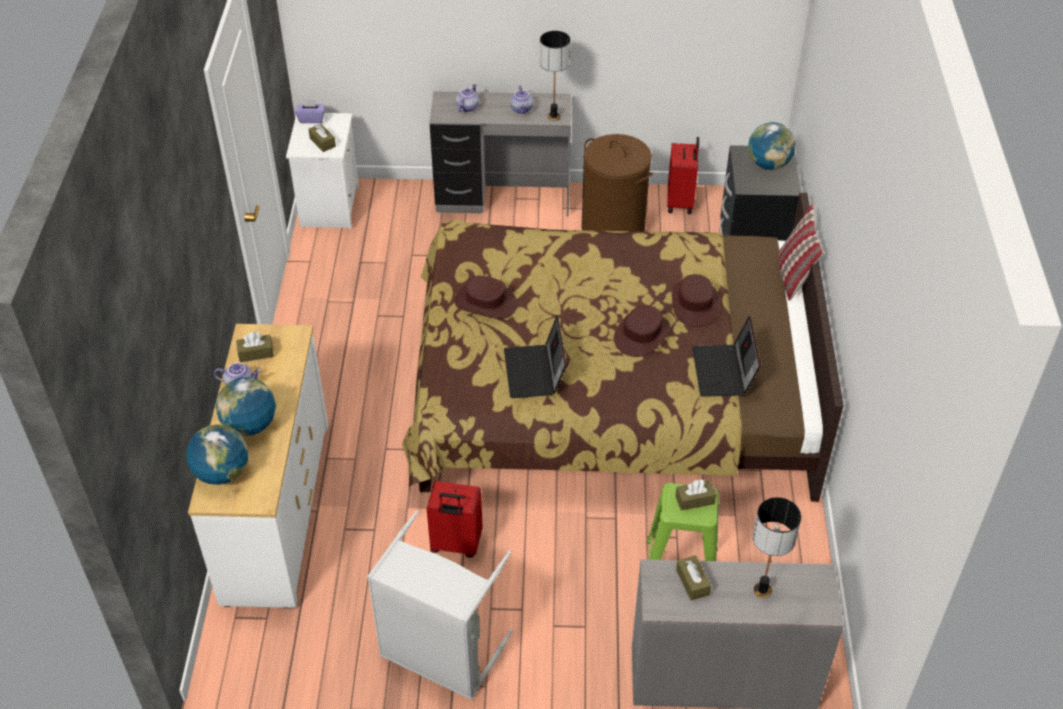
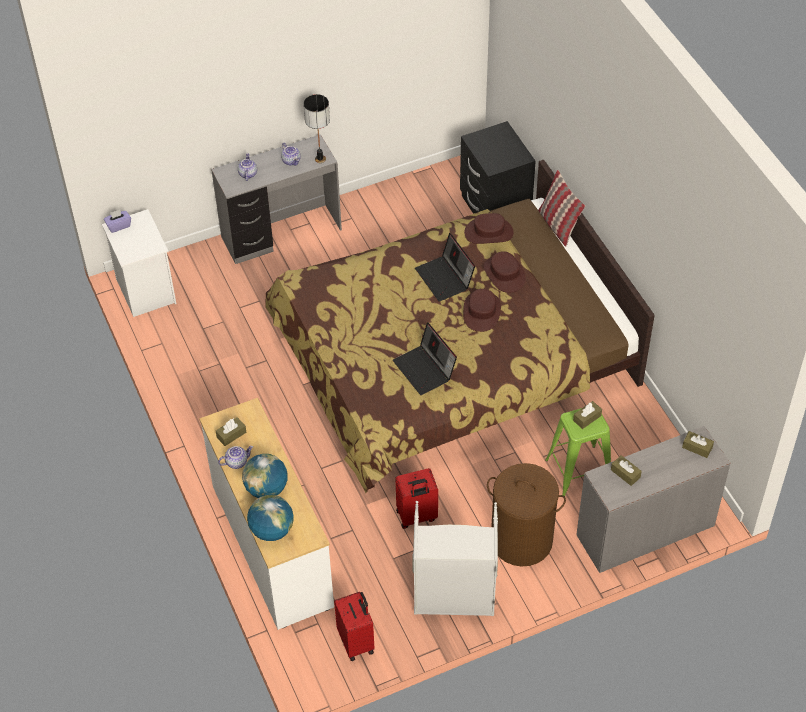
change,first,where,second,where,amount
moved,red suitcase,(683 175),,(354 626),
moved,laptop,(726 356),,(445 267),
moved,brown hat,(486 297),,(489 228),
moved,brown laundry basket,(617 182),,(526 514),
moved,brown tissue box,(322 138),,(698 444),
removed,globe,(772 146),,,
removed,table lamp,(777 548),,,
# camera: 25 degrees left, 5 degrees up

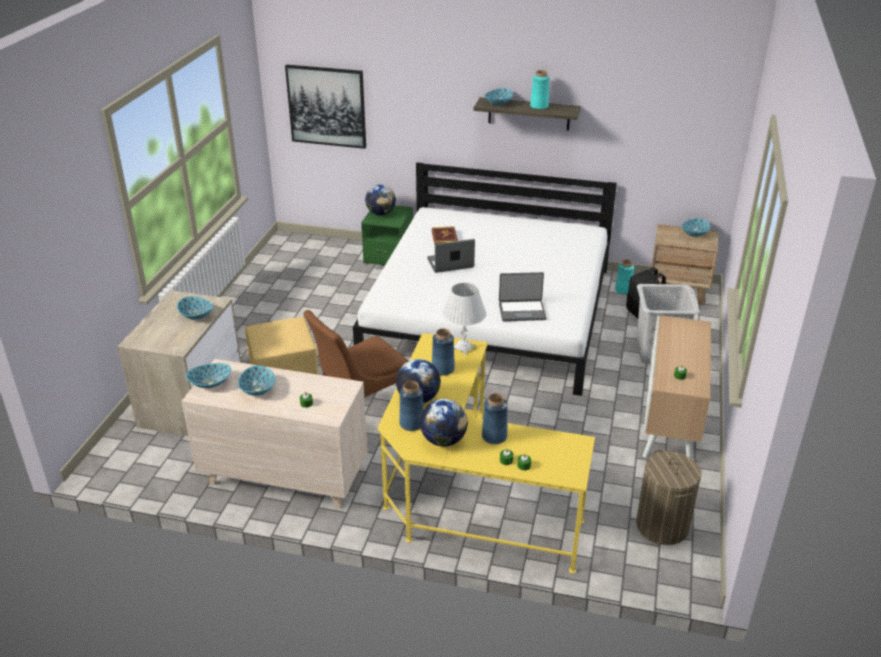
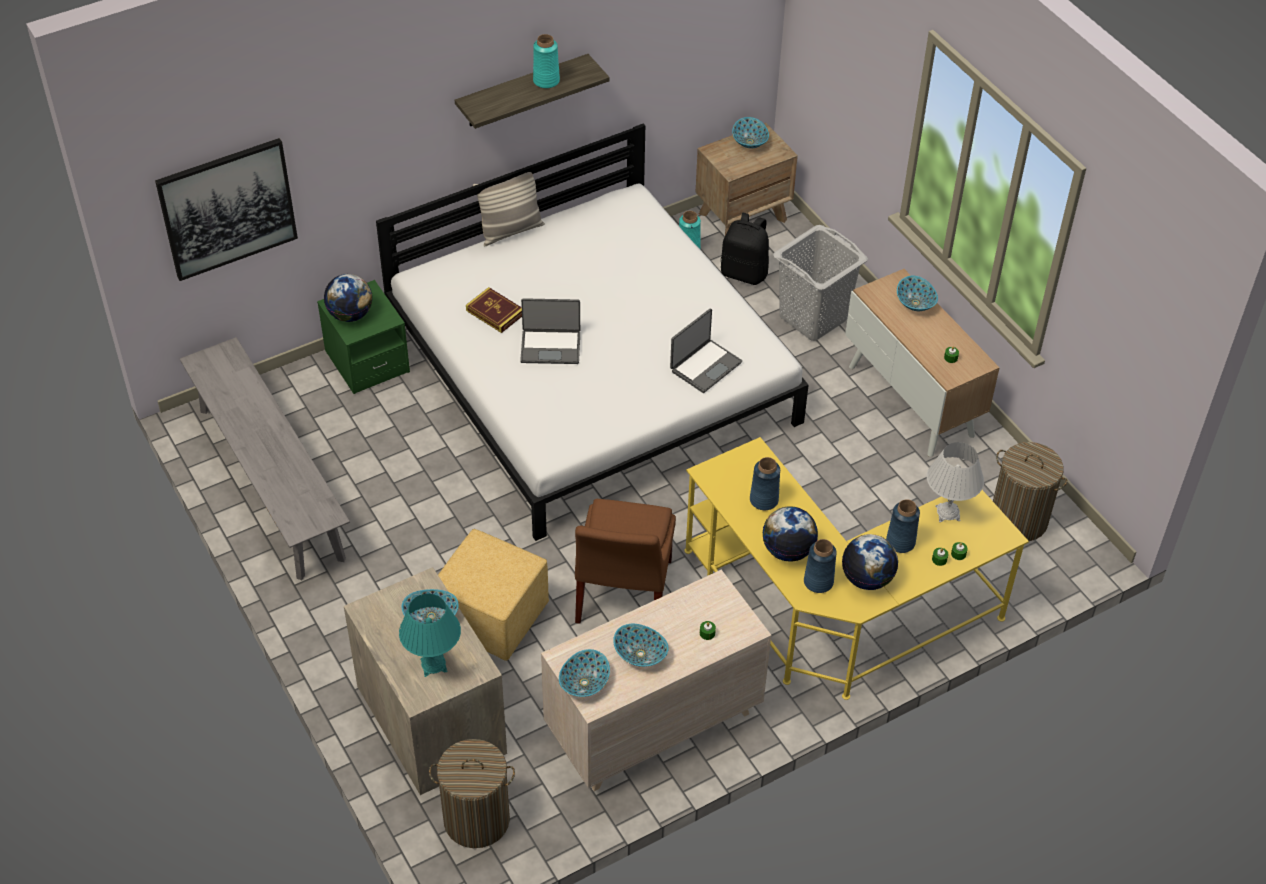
change,first,where,second,where,amount
added,,,grey bench,(265 458),
added,,,turquoise table lamp,(430 635),
added,,,laundry basket,(472 793),
added,,,pillow,(509 209),
turned,laptop,(451 256),,(550 331),120 degrees counterclockwise
moved,bowl,(498 97),,(917 293),
moved,white table lamp,(464 319),,(955 482),
# camera: 45 degrees left, 15 degrees up

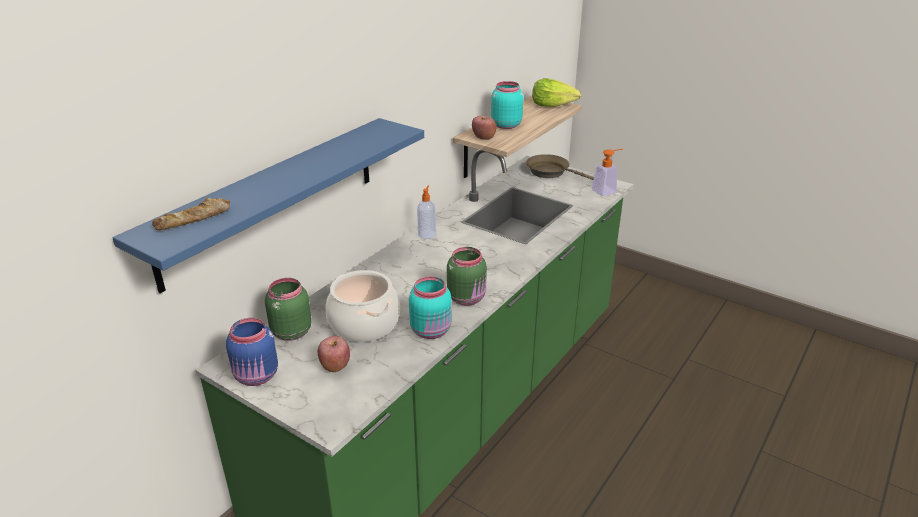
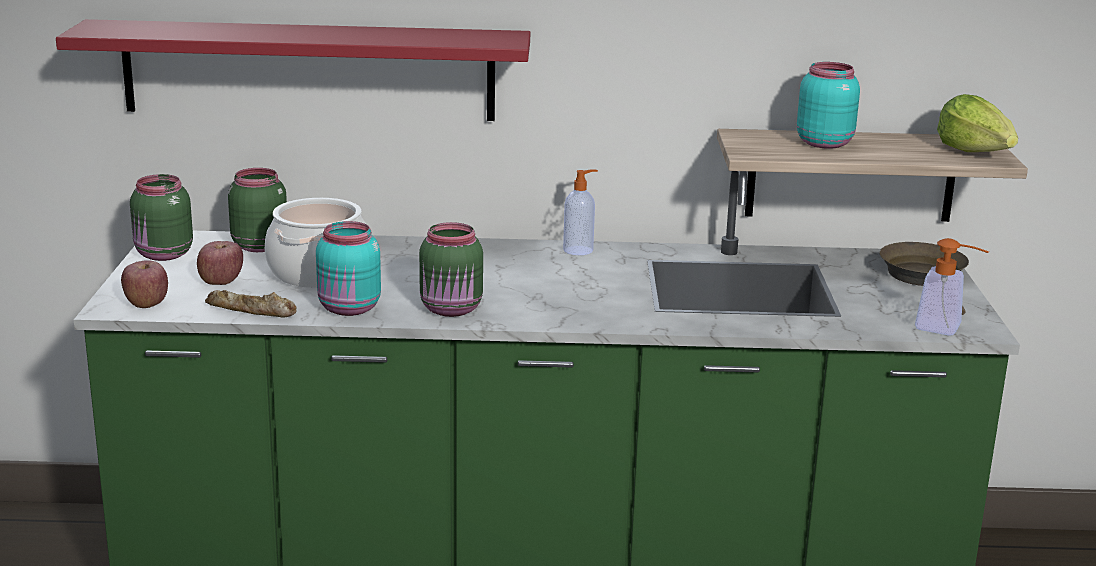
change,first,where,second,where,amount
recoloured,blue shelf,(268 205),red shelf,(293 70),
moved,apple,(484 128),,(144 284),
recoloured,blue jar,(252 352),green jar,(161 217),
moved,bread,(191 214),,(251 303),
# camera: 55 degrees right, 10 degrees down

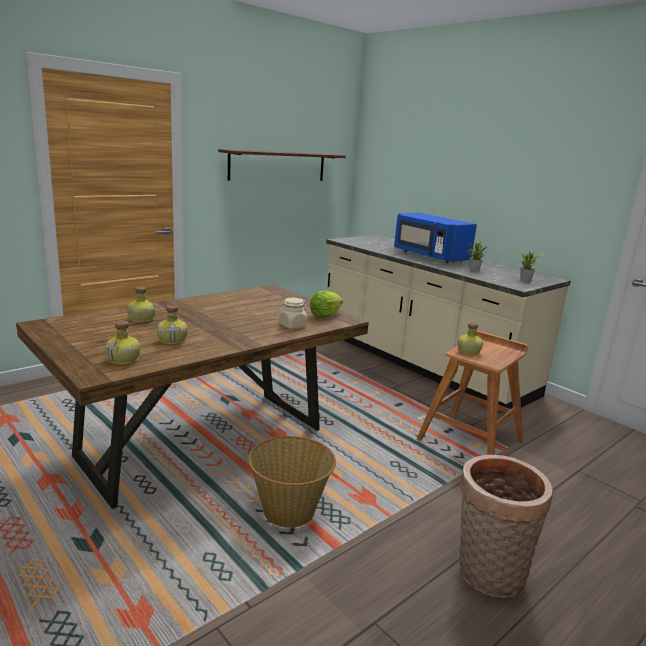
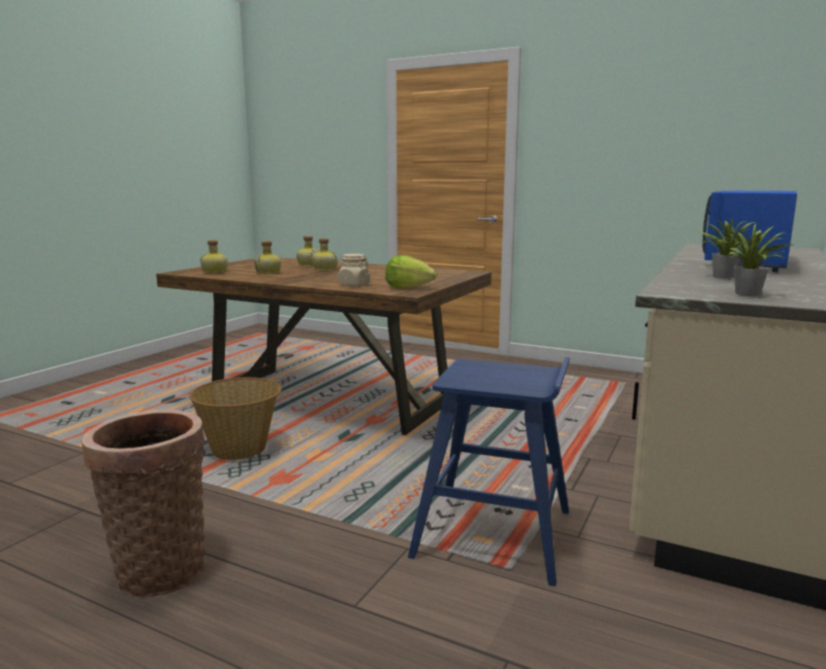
change,first,where,second,where,amount
moved,bottle,(470 338),,(324 254),
recoloured,brown stool,(472 393),blue stool,(489 471),
removed,brown shelf,(282 165),,,
# camera: 70 degrees right, 5 degrees down

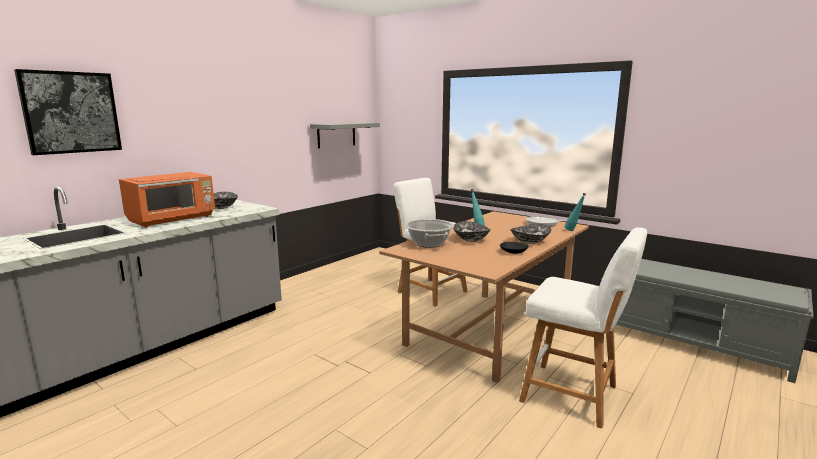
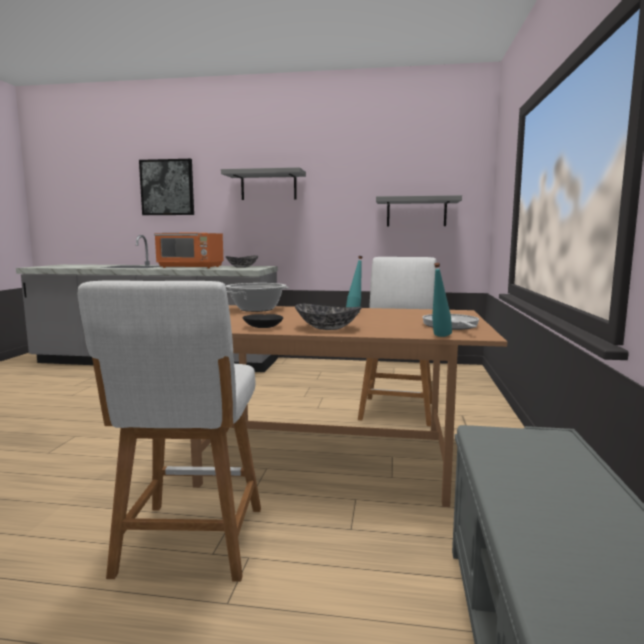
change,first,where,second,where,amount
added,,,grey shelf,(263 183),
removed,bowl,(471 231),,,
# camera: 60 degrees right, 5 degrees down

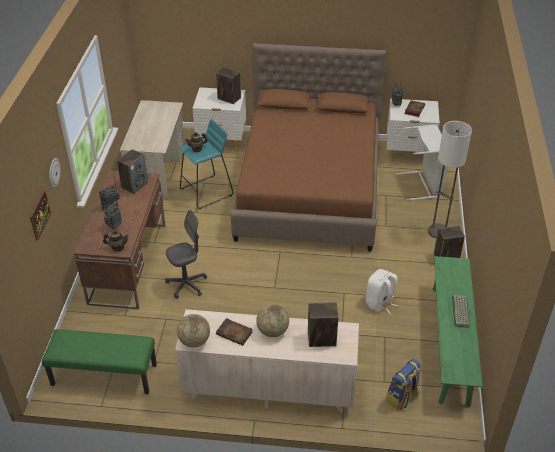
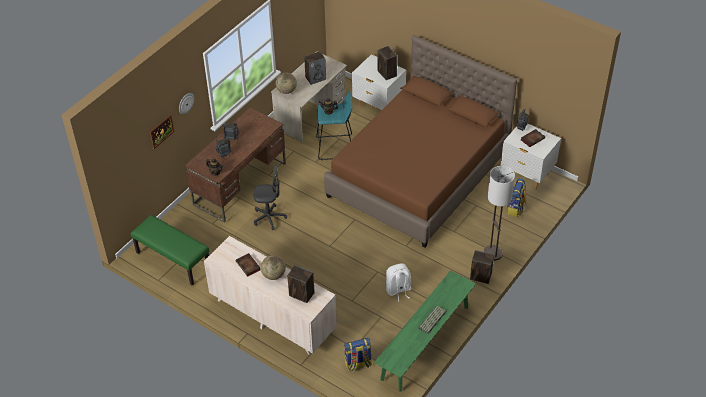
change,first,where,second,where,amount
moved,globe,(193 330),,(286 83),
moved,speaker,(132 171),,(315 68),
replaced,grey laundry basket,(421 162),backpack,(516 197),
# camera: 30 degrees right, 5 degrees up

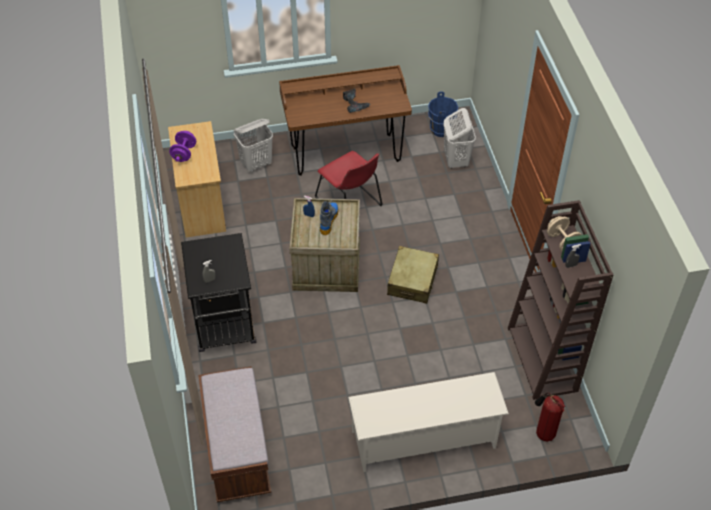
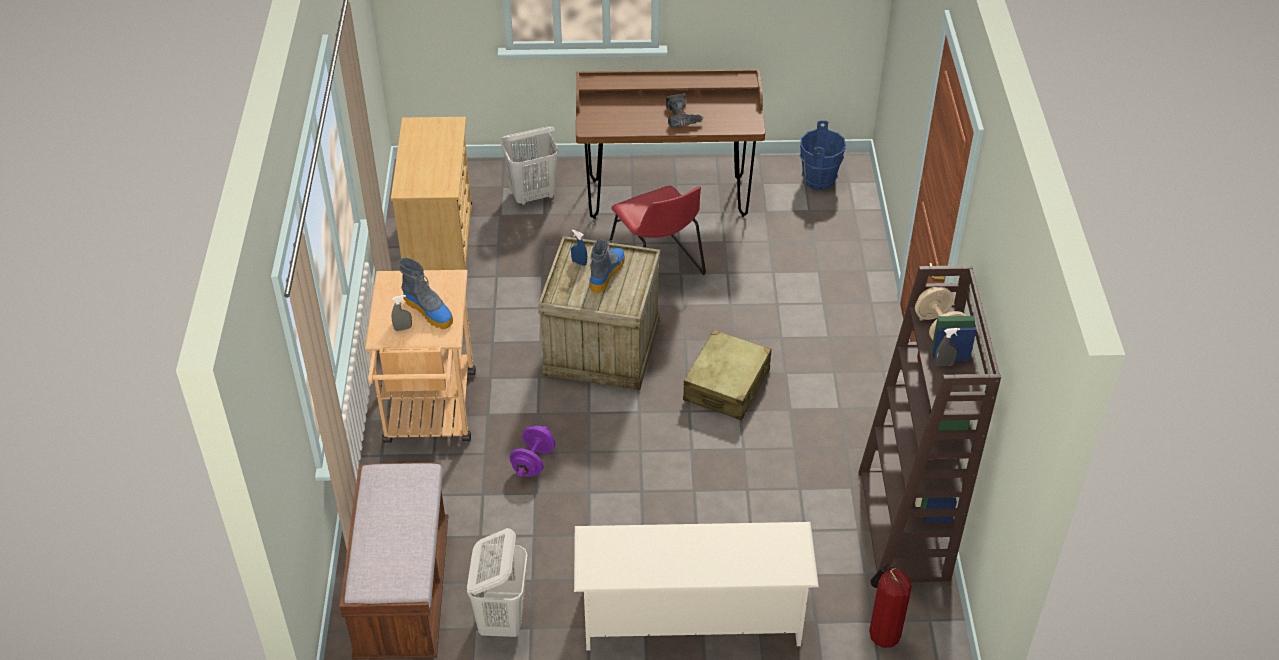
change,first,where,second,where,amount
recoloured,black cart,(218 292),beige cart,(420 356),
added,,,boot,(425 293),
moved,white laundry basket,(459 138),,(497 582),
moved,purple dumbbell,(182 146),,(533 451),
# camera: 10 degrees right, 5 degrees down

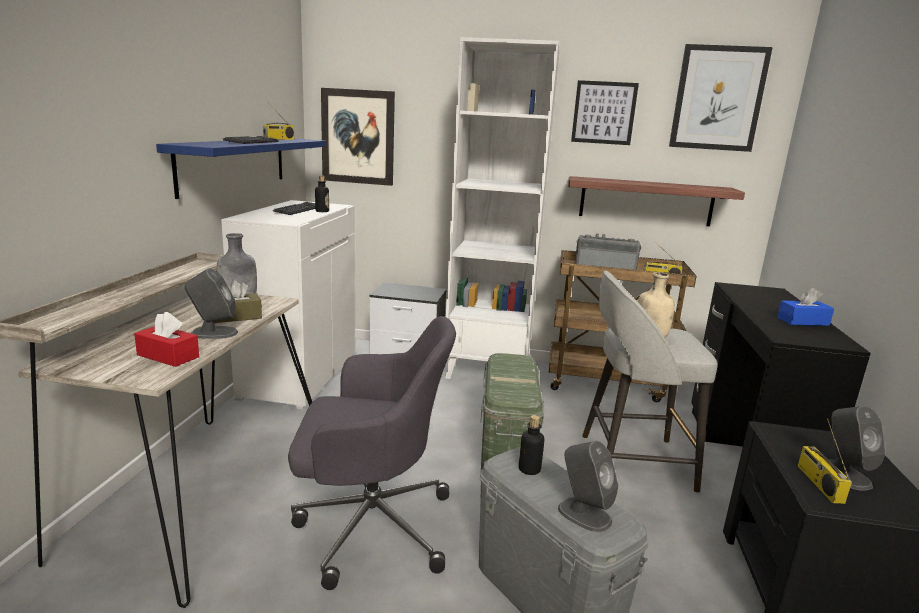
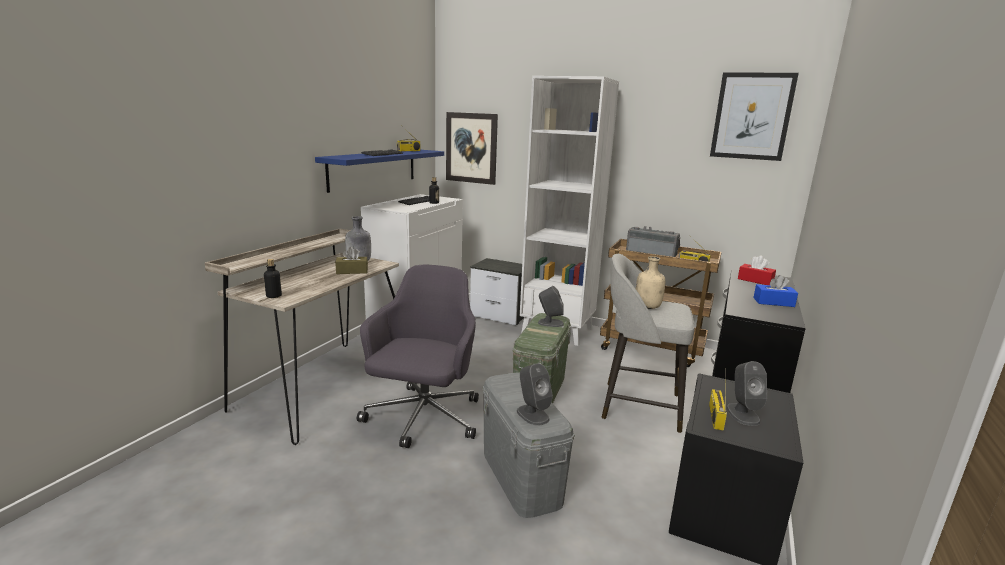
change,first,where,second,where,amount
moved,bottle,(531 445),,(273 278),
turned,grey office chair,(372 453),,(418 356),90 degrees counterclockwise
moved,grey speaker,(211 303),,(551 306),
moved,red tissue box,(166 339),,(757 270),
removed,shelf,(656 201),,,
removed,picture,(605 112),,,
# camera: 15 degrees right, 0 degrees up

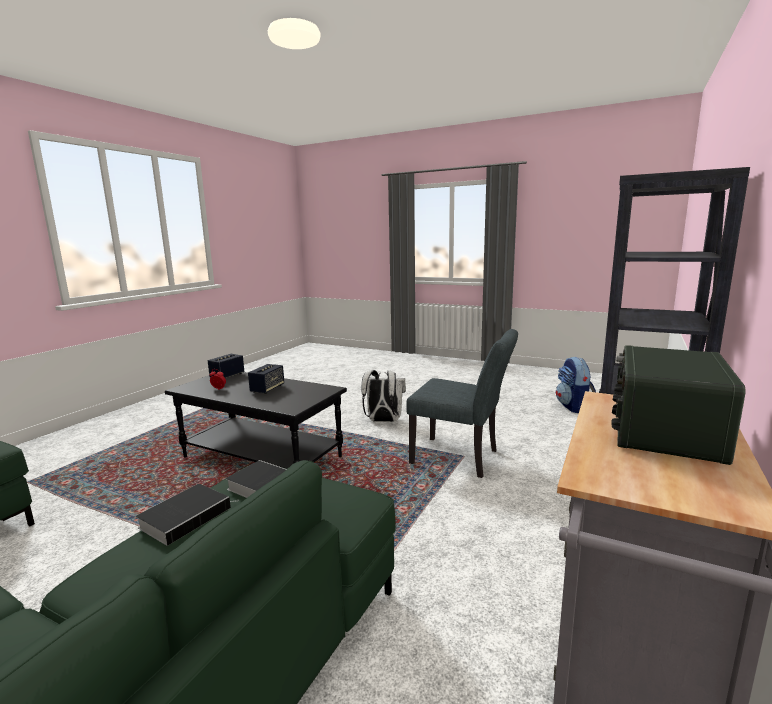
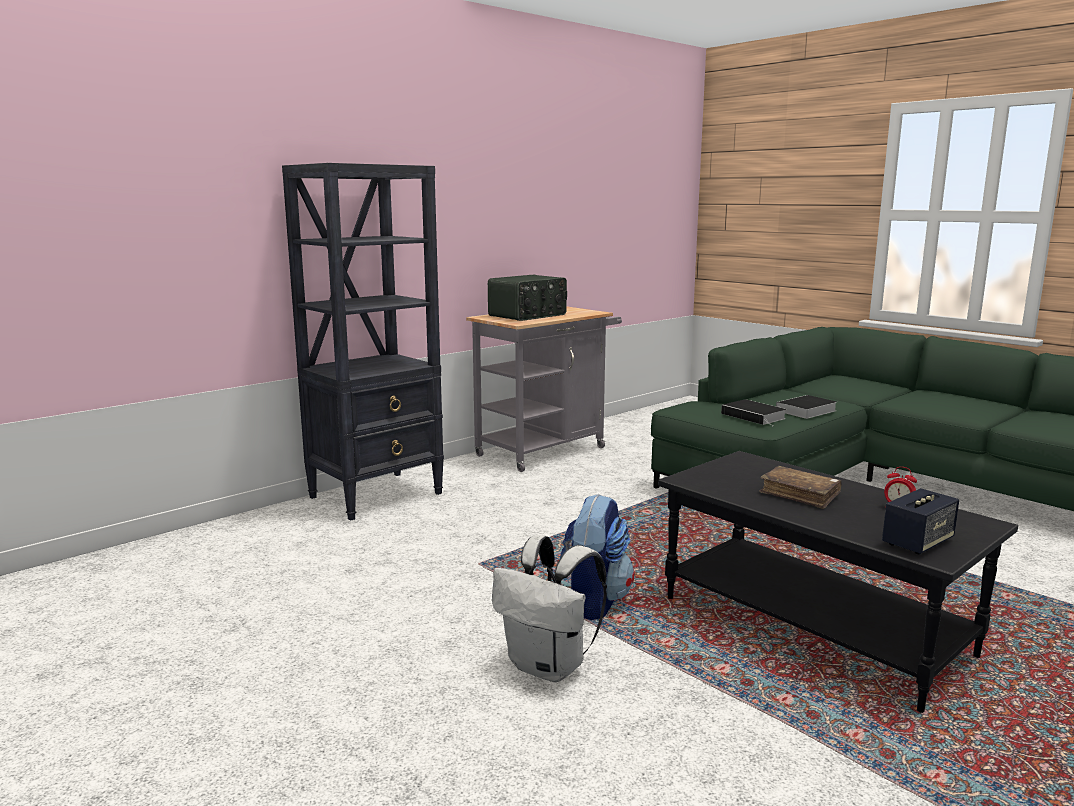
change,first,where,second,where,amount
moved,backpack,(576 385),,(597 557),
replaced,speaker,(266 379),brown book,(800 487),
removed,grey chair,(462 403),,,
# camera: 160 degrees left, 0 degrees up

